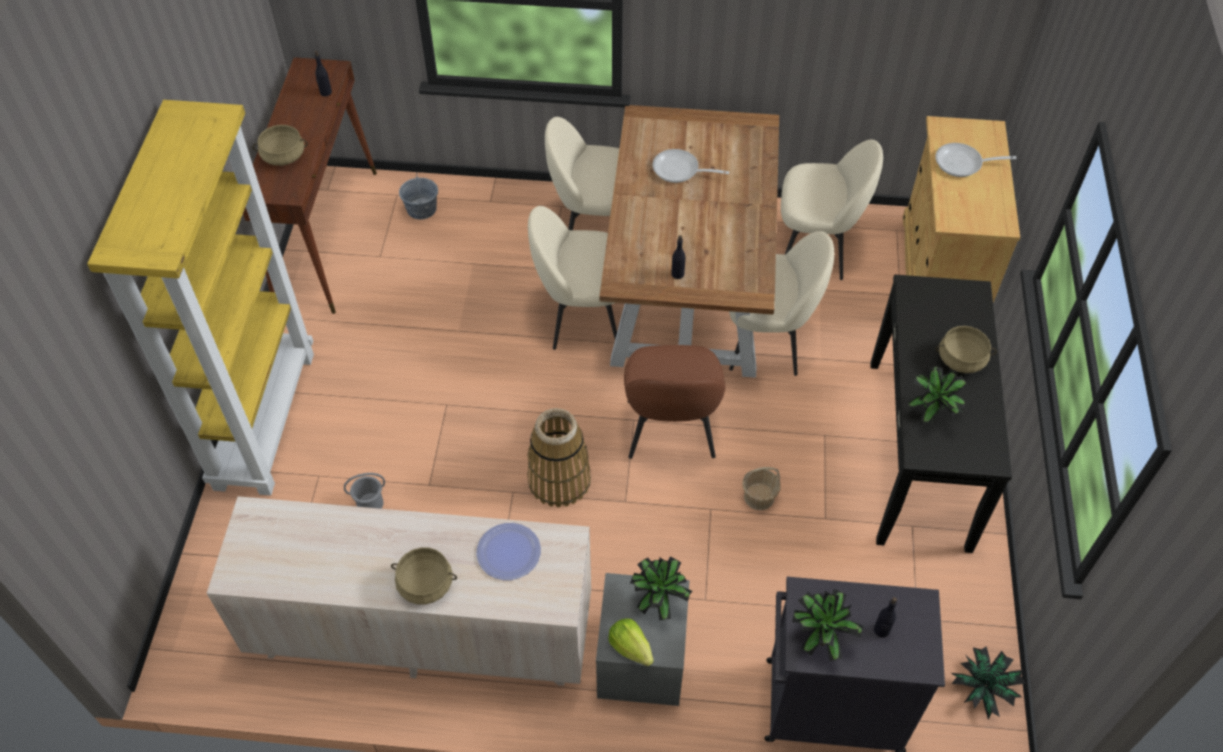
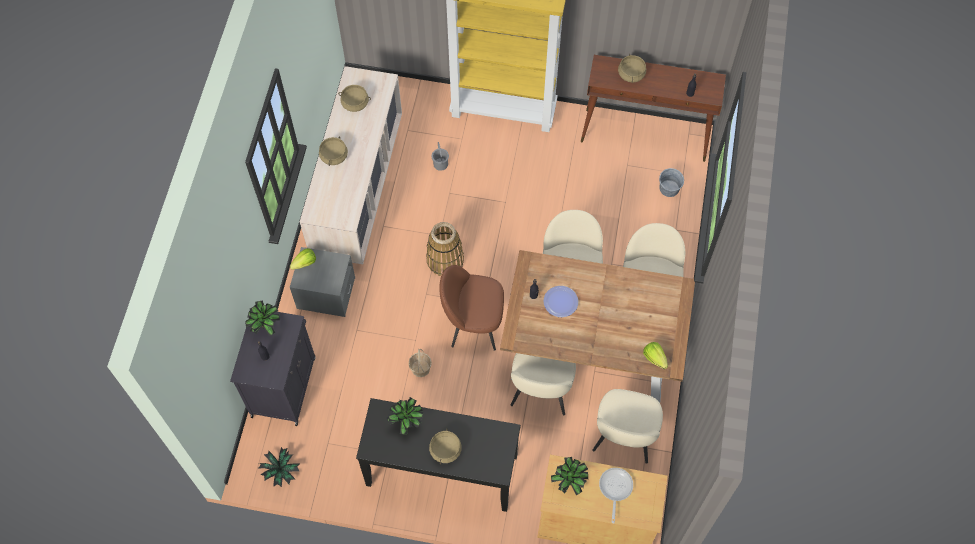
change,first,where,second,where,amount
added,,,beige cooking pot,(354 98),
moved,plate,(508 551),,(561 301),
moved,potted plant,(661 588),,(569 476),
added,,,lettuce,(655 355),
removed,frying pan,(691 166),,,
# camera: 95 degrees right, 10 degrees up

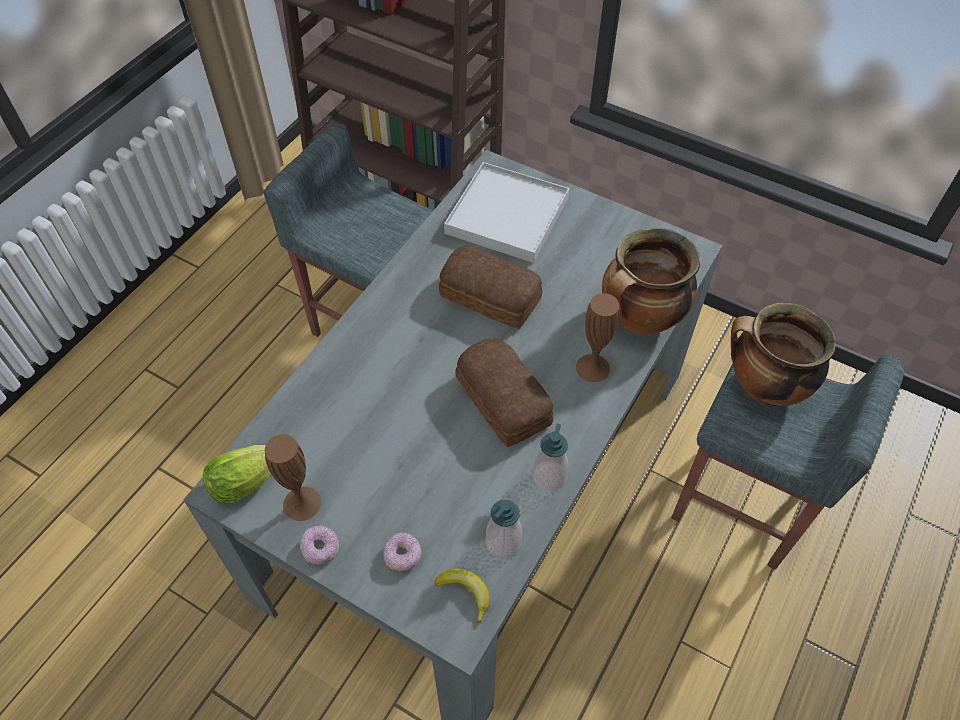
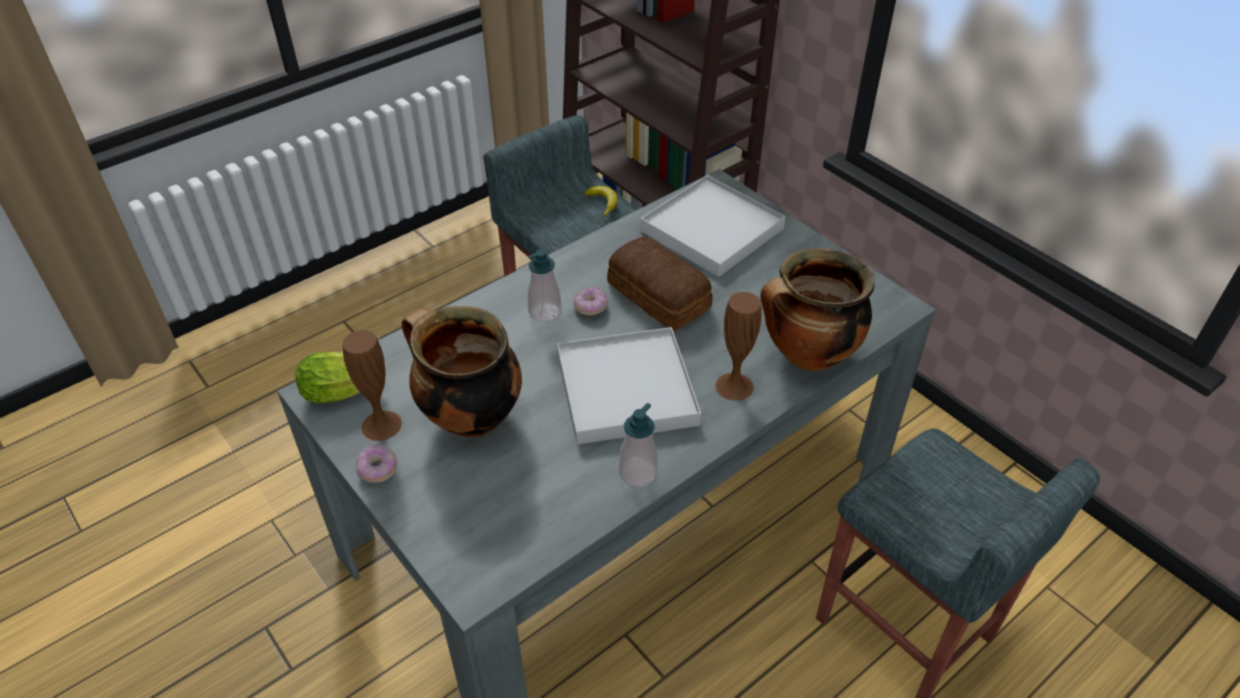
change,first,where,second,where,amount
moved,cooking pot,(783 354),,(462 371),
moved,soap dispenser,(504 529),,(544 285),
replaced,bread,(504 392),white tray,(629 386),
moved,donut,(402 551),,(590 301),
moved,banana,(462 597),,(601 201),
# camera: 20 degrees right, 10 degrees down

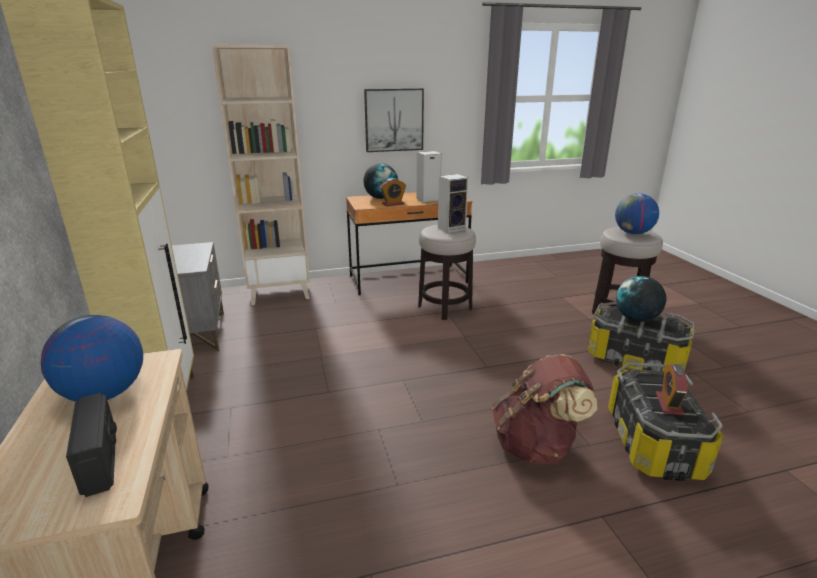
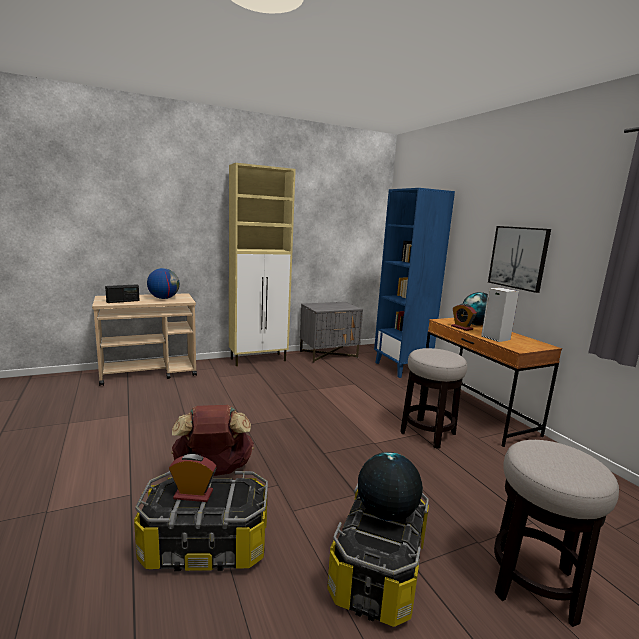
change,first,where,second,where,amount
recoloured,beige bookcase,(261 175),blue bookcase,(414 283),
removed,speaker,(453 203),,,
removed,globe,(637 213),,,
# camera: 80 degrees right, 10 degrees down

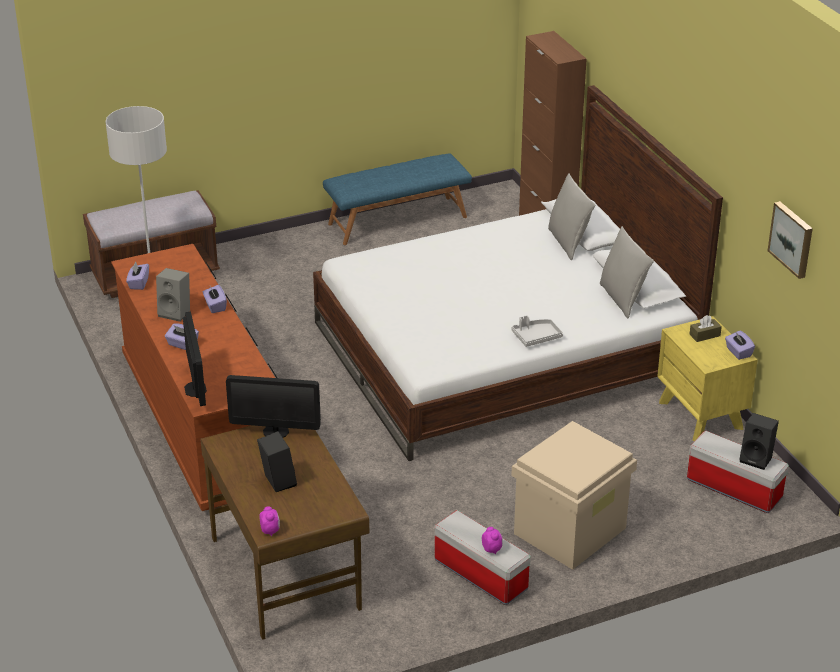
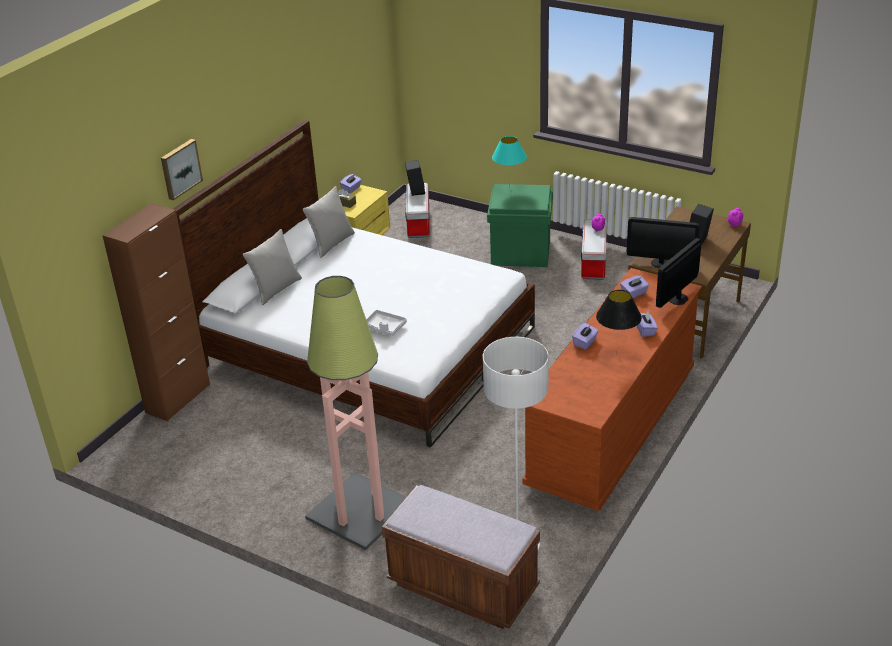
change,first,where,second,where,amount
moved,picture,(790 240),,(182 169),
added,,,floor lamp,(356 413),
moved,grey tray,(537 331),,(386 323),
recoloured,beige storage box,(574 495),green storage box,(520 225),
added,,,turquoise table lamp,(509 162),
replaced,grey speaker,(173 295),black table lamp,(619 320),
moved,purple tissue box,(137 276),,(634 287),
turned,monitor,(273 406),,(663 242),135 degrees clockwise
removed,blue bench,(397 199),,,
# camera: 125 degrees left, 0 degrees up

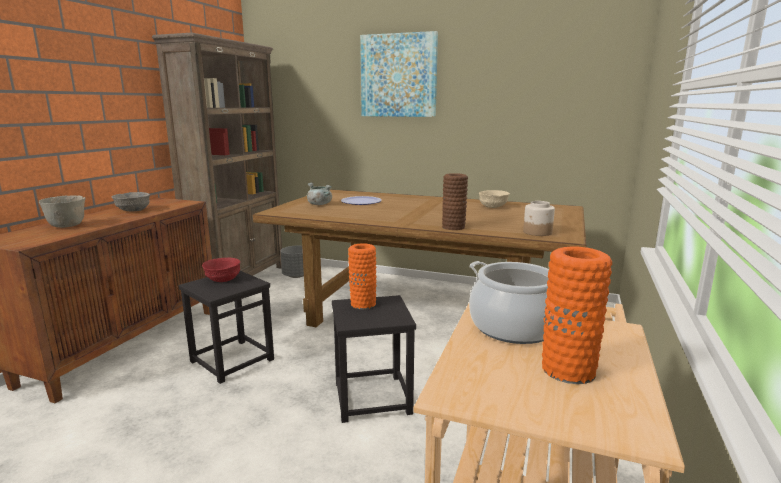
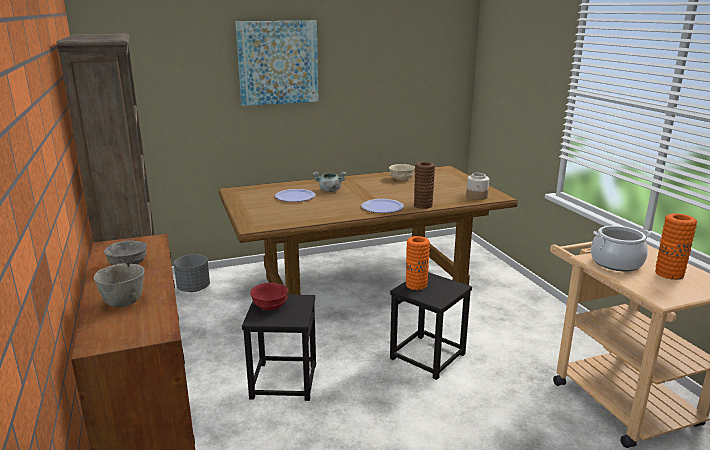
change,first,where,second,where,amount
moved,grey cooking pot,(319 193),,(329 182),
added,,,plate,(382 206),
# camera: 40 degrees left, 5 degrees up

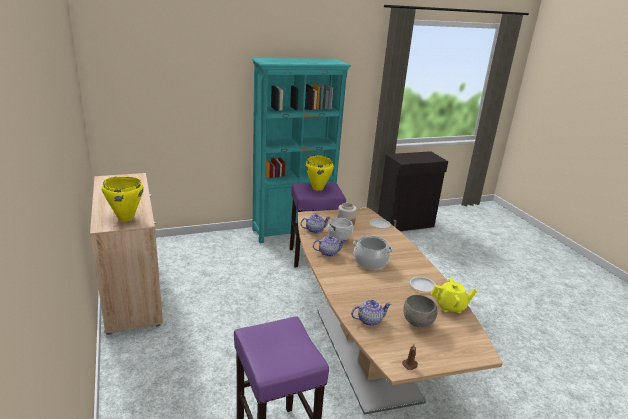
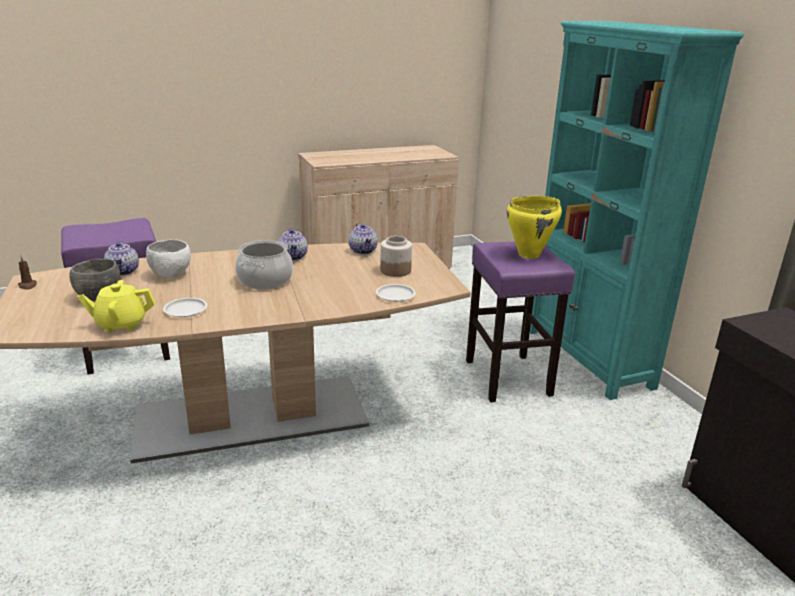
change,first,where,second,where,amount
turned,yellow teapot,(454 295),,(116 306),75 degrees clockwise
moved,white bowl,(340 229),,(168 258),
removed,yellow cooking pot,(123 199),,,
# camera: 90 degrees right, 0 degrees up

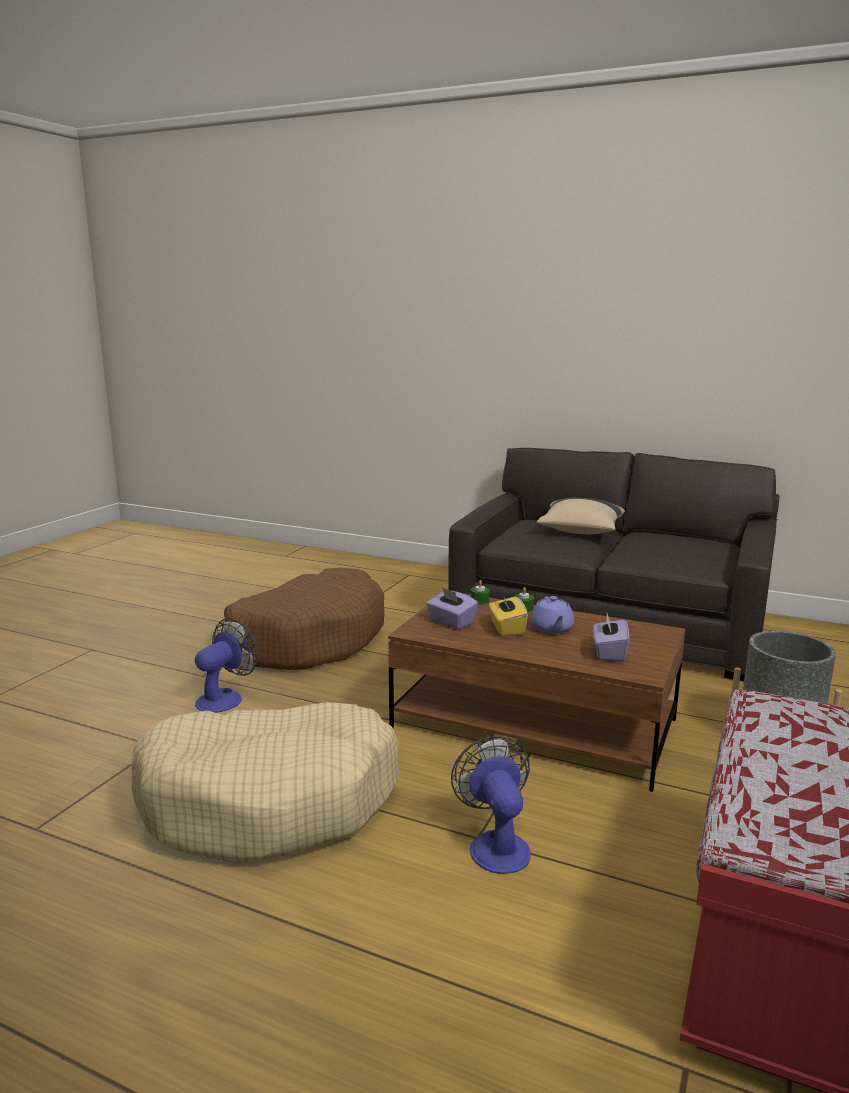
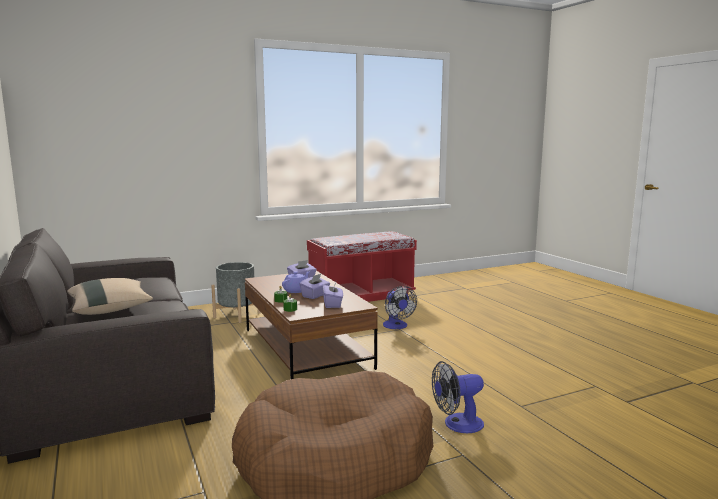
change,first,where,second,where,amount
recoloured,yellow tissue box,(508 615),purple tissue box,(315 286),
turned,fan,(491 805),,(400 307),45 degrees counterclockwise
removed,beige dog bed,(266 783),,,
# camera: 140 degrees left, 5 degrees down

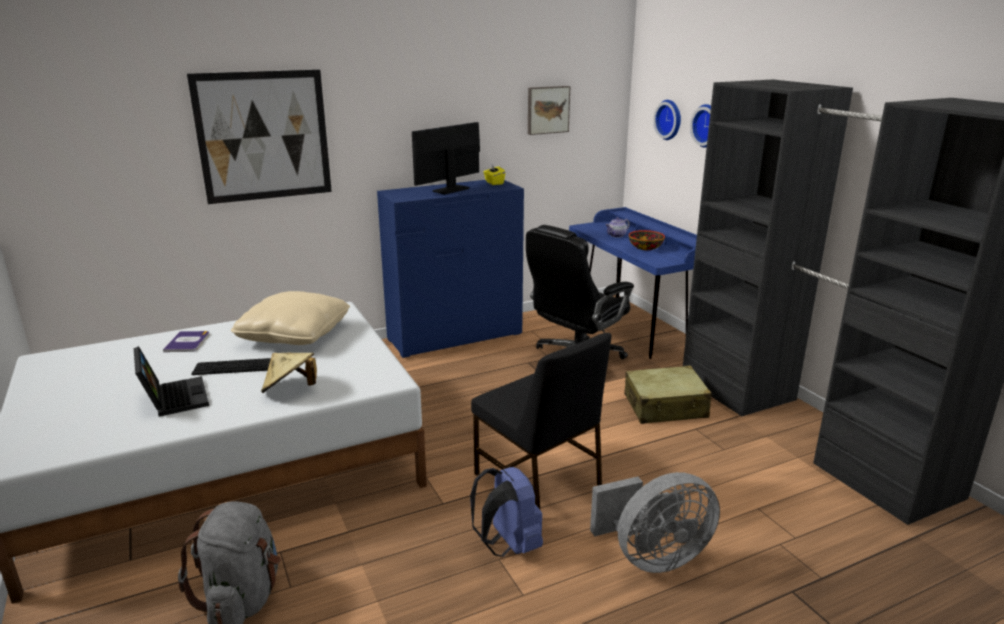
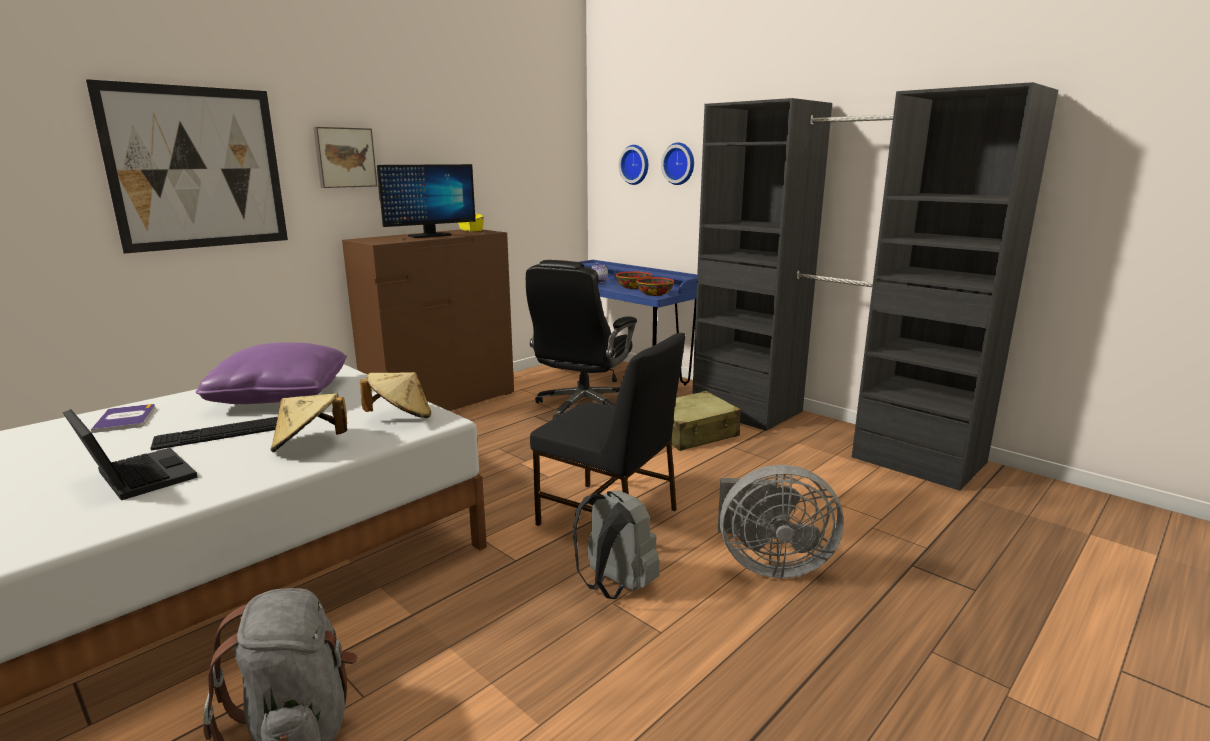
change,first,where,second,where,amount
recoloured,beige pillow,(290 318),purple pillow,(271 373),
moved,picture,(549 110),,(345 157),
recoloured,blue dresser,(450 269),brown dresser,(428 320),
added,,,beige hat,(395 395),
turned,monitor,(446 158),,(426 201),150 degrees counterclockwise
recoloured,blue backpack,(506 512),grey backpack,(616 545),
added,,,bowl,(655 286),
turned,grey fan,(655 522),,(781 521),45 degrees clockwise
# camera: 20 degrees left, 5 degrees down

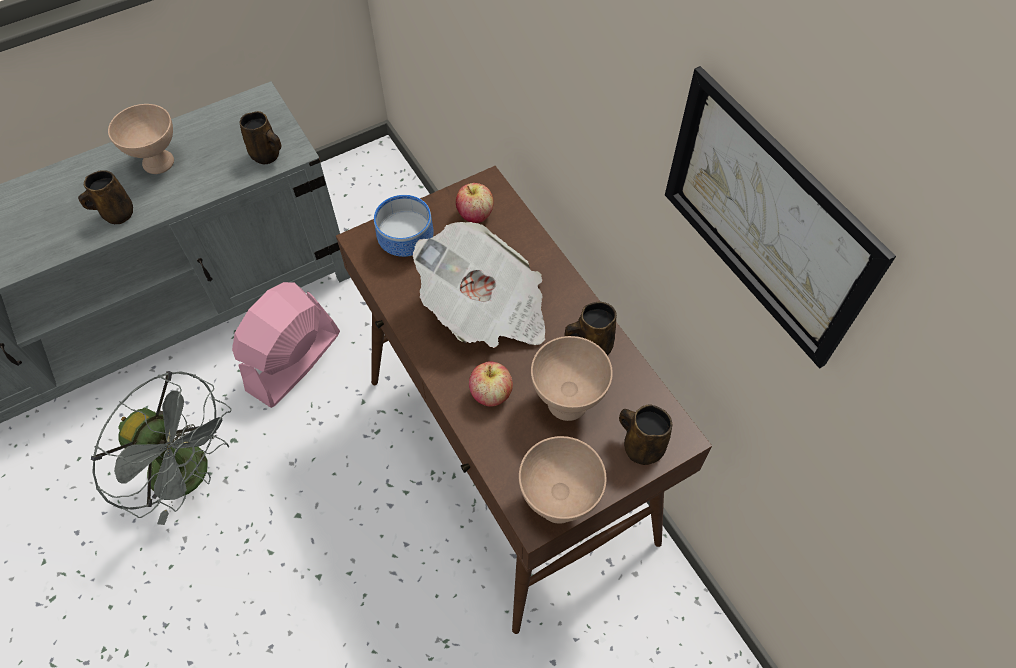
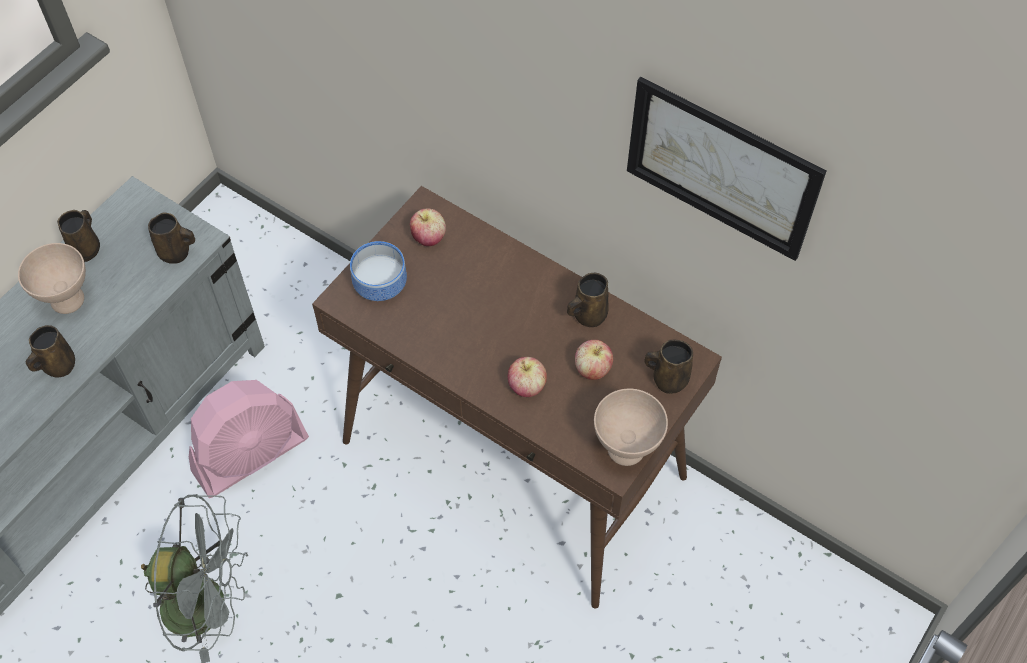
change,first,where,second,where,amount
added,,,brown mug,(78 236),
turned,pink fan,(286 345),,(249 439),135 degrees counterclockwise
replaced,beige bowl,(572 378),apple,(594 360),
removed,newspaper,(479 285),,,
# camera: 25 degrees left, 0 degrees up

